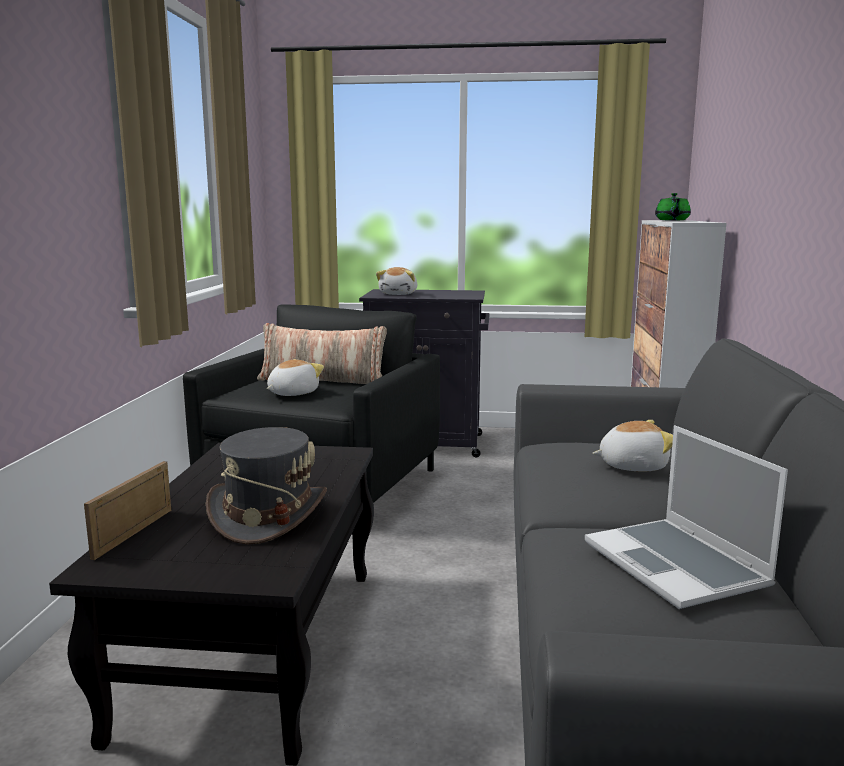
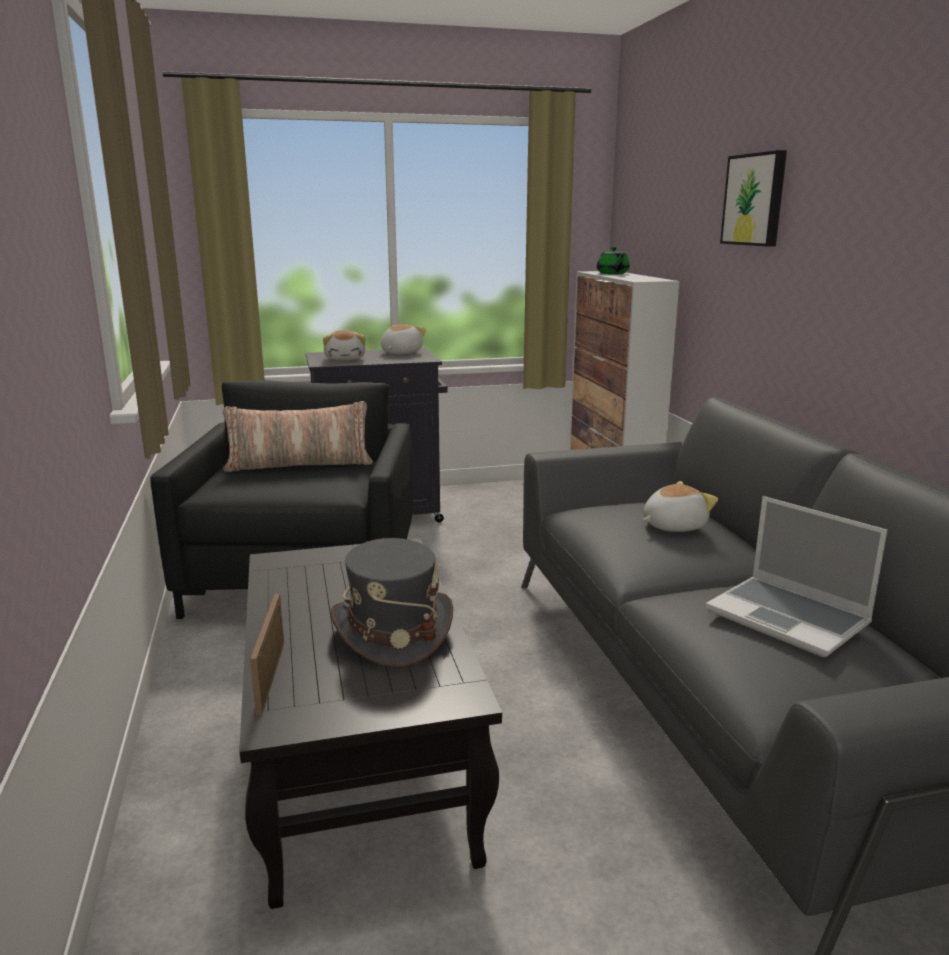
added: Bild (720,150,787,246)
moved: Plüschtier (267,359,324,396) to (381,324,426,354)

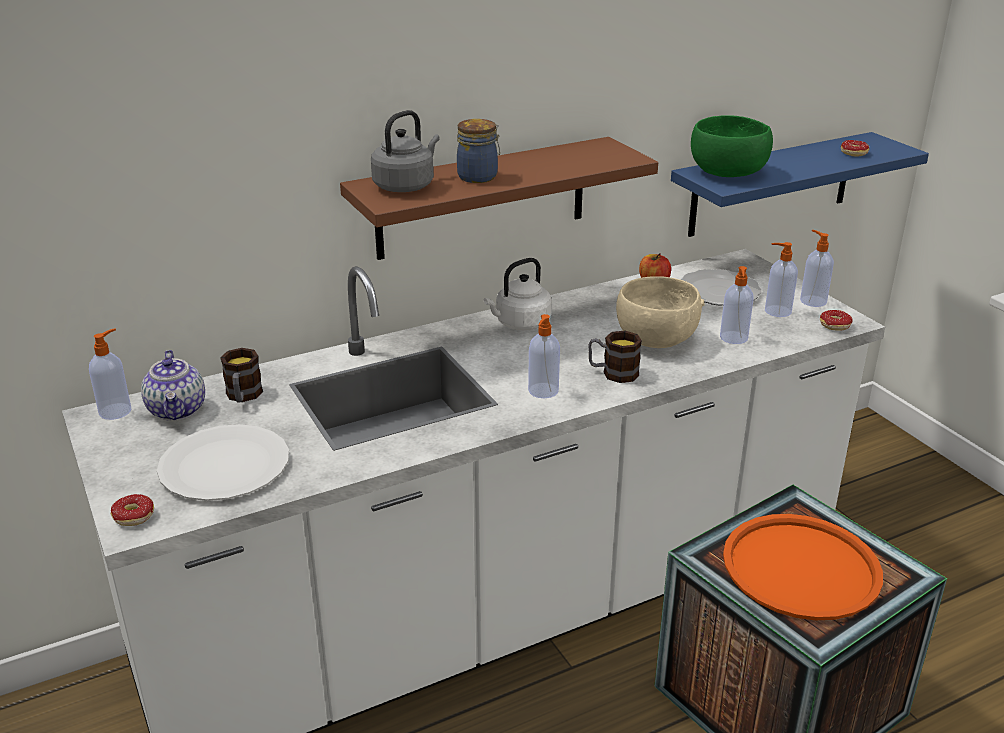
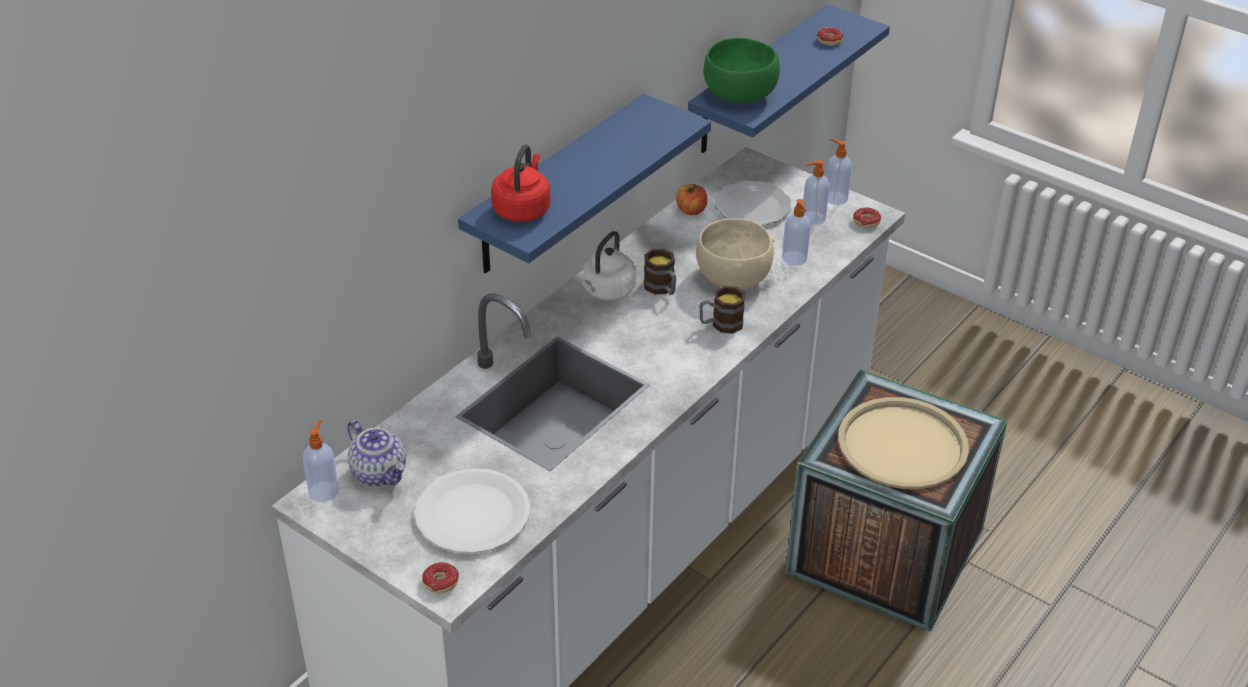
removed: Vorratsglas (457,119,500,183); Seifenspender (528,314,560,398)
moved: Henkelbecher (220,348,263,403) to (644,248,676,295)
recoloured: Wandregal (braun) (340,137,658,260) to Wandregal (blau) (458,94,711,273); Wasserkessel (grau) (371,110,440,192) to Wasserkessel (rot) (491,145,550,222); Tablett (orange) (723,514,883,620) to Tablett (beige) (838,397,969,489)

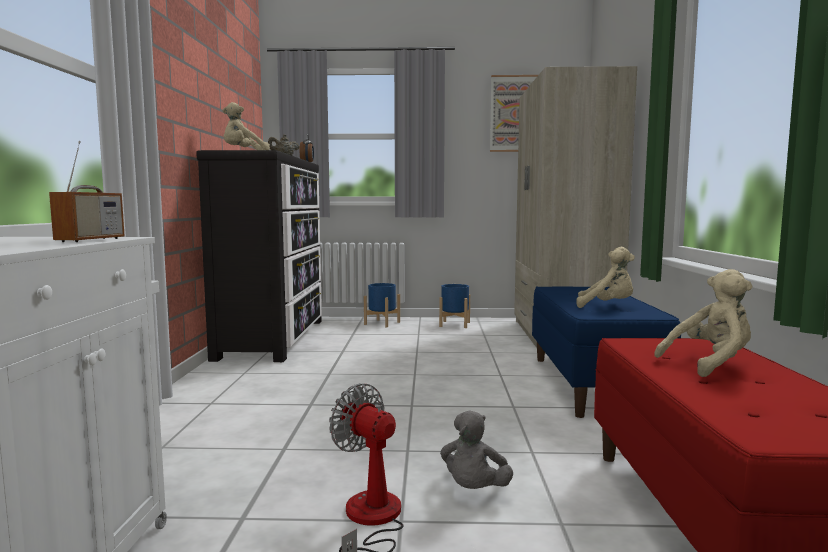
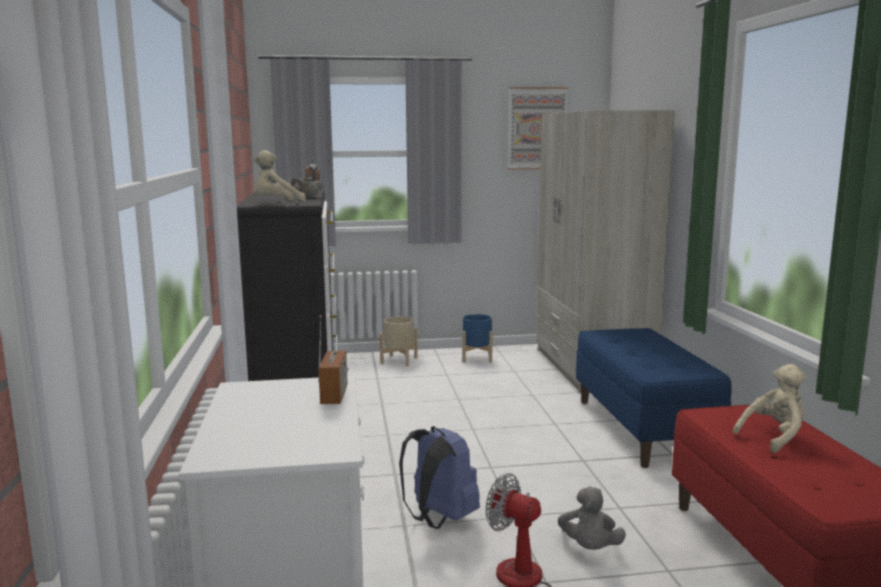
removed: Plüschtier (beige) (576,247,635,308)
added: Rucksack (blau) (399,426,480,529)
recoloured: Pflanzkübel (blau) (364,283,400,327) to Pflanzkübel (beige) (380,316,418,367)

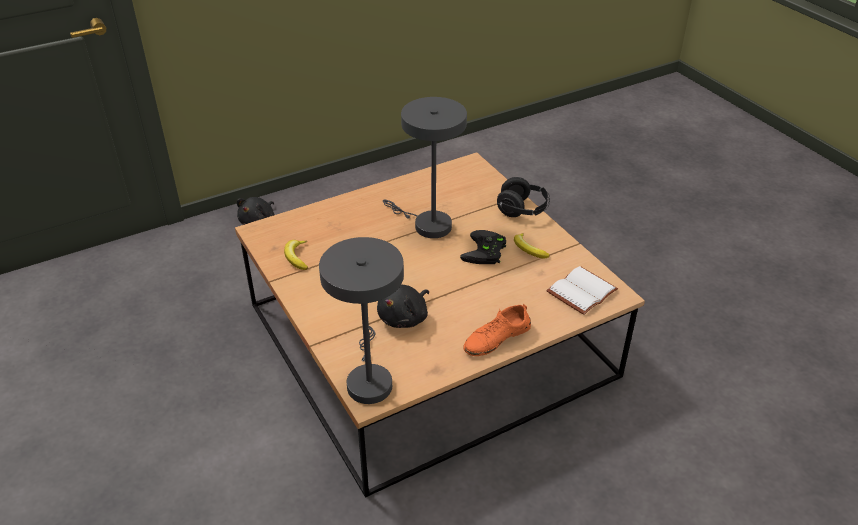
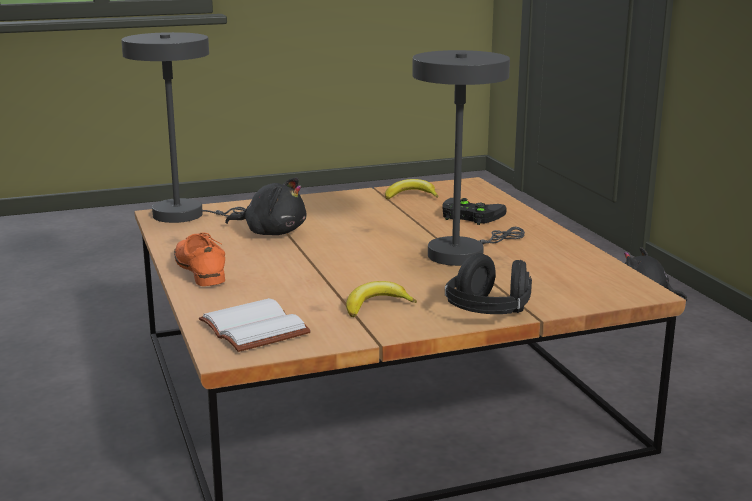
moved: Gamepad (schwarz) (460,230,506,264) to (442,198,507,225)
turned: Plüschtier (schwarz) (377,285,429,328) = (225,177,306,235) 150 degrees clockwise

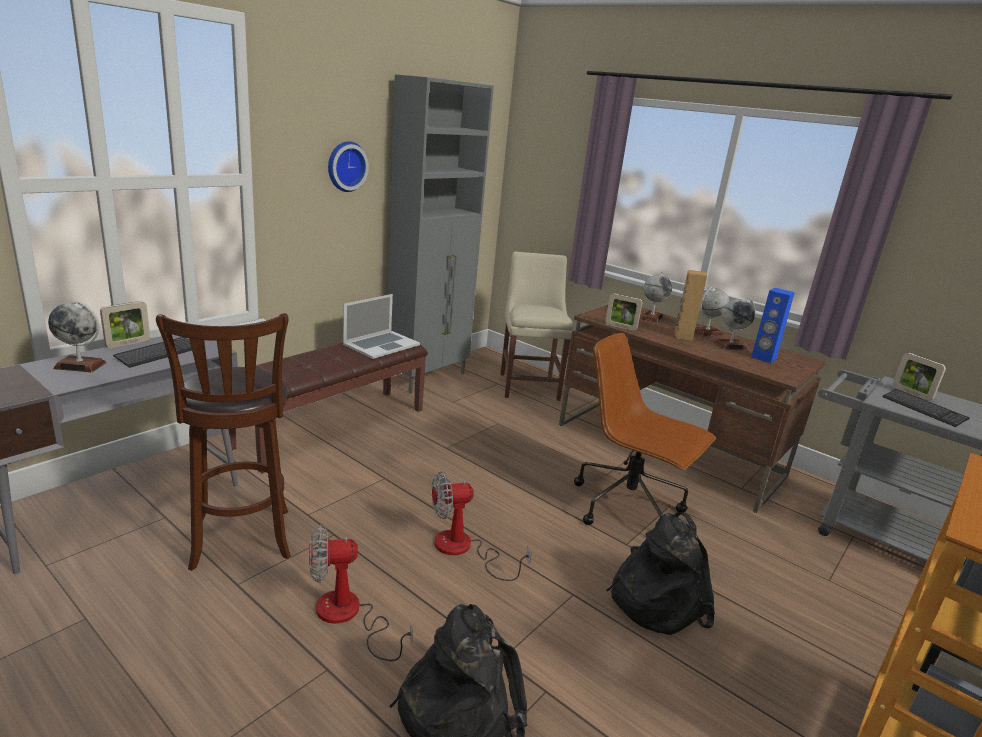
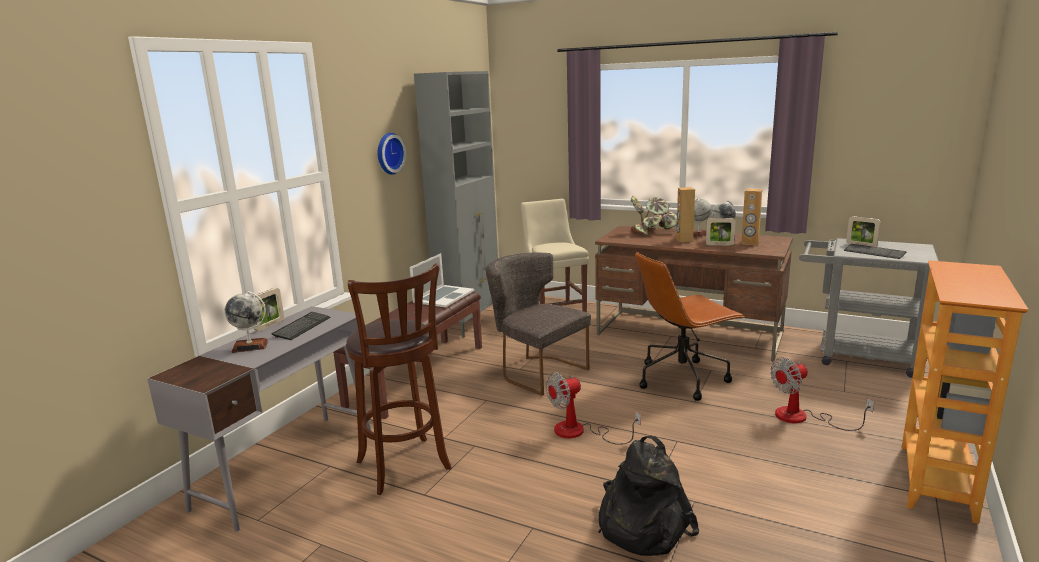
removed: Rucksack (schwarz) (606,512,715,635)
added: Stuhl (grau) (486,253,591,396)
moved: Ventilator (309,525,413,661) to (770,357,874,431); Bilderrahmen (605,293,643,331) to (706,218,735,245)
replaced: Globus (641,272,672,323) to Topfpflanze (631,196,677,235)
recoloured: Lautsprecher (blau) (751,288,795,363) to Lautsprecher (braun) (741,188,762,246)
turned: Bürostuhl (braun) (574,333,716,525) = (635,252,745,401) 45 degrees counterclockwise

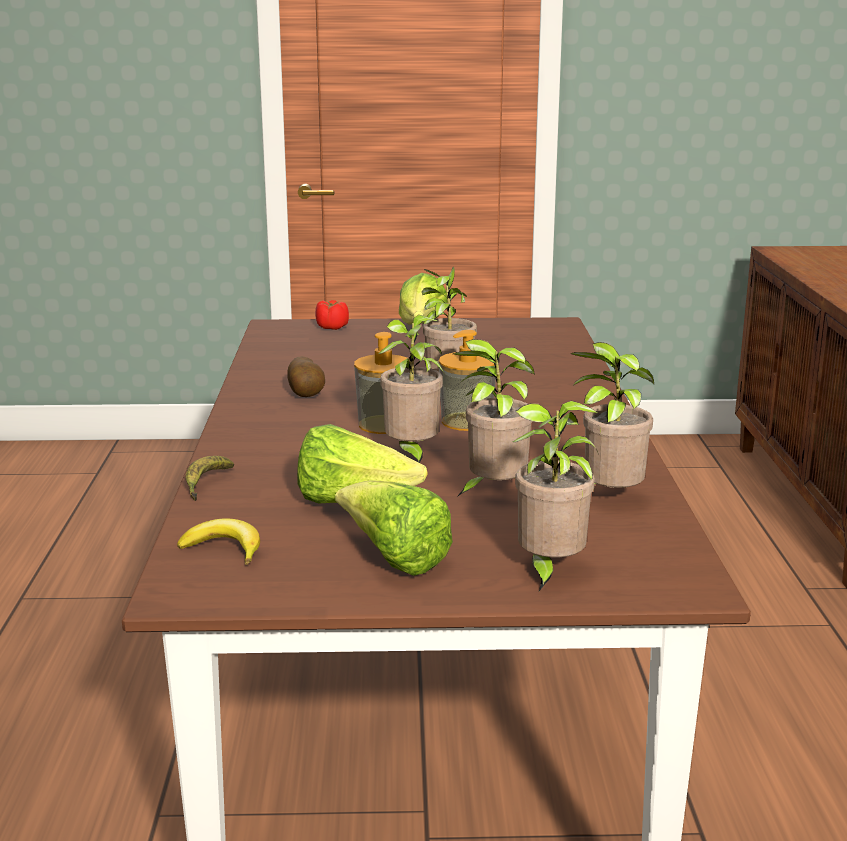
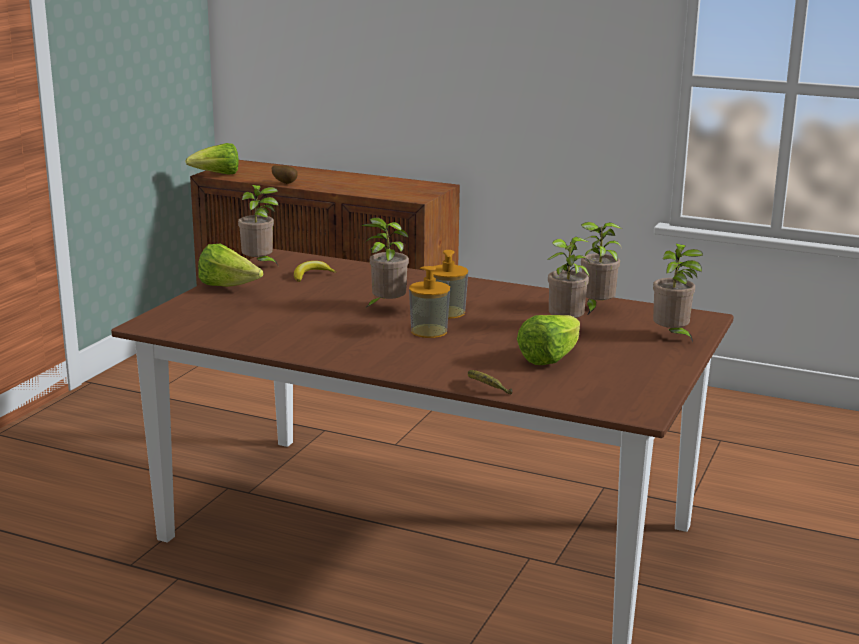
removed: Tomate (315,300,349,330)
moved: Banane (177,519,260,565) to (294,261,336,282); Kartoffel (287,356,325,397) to (272,165,298,184); Salatkopf (335,480,453,576) to (185,143,239,175); Topfpflanze (378,315,445,463) to (238,185,278,265)

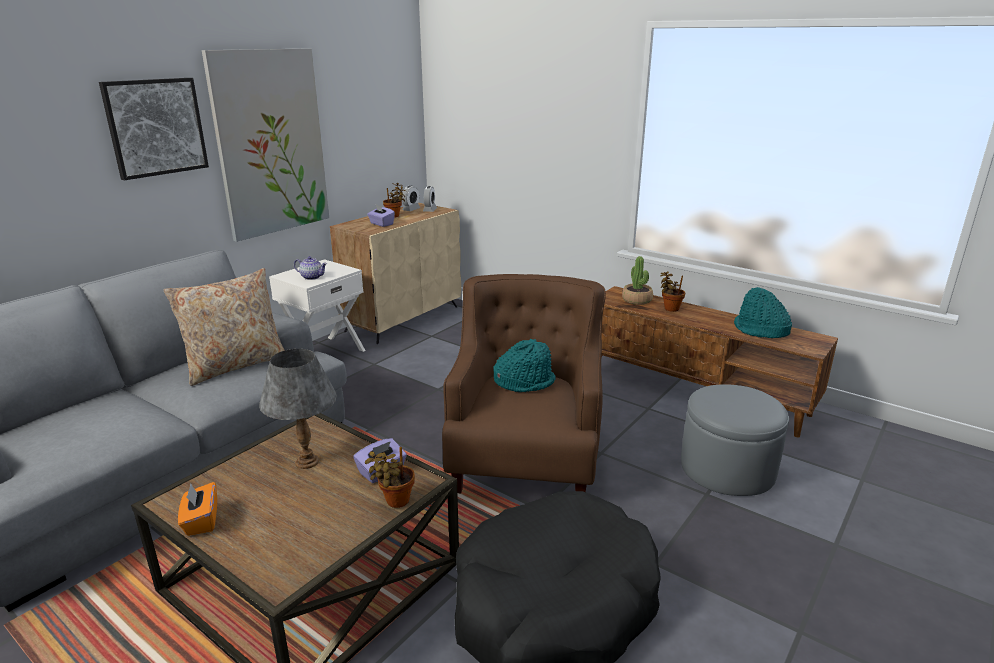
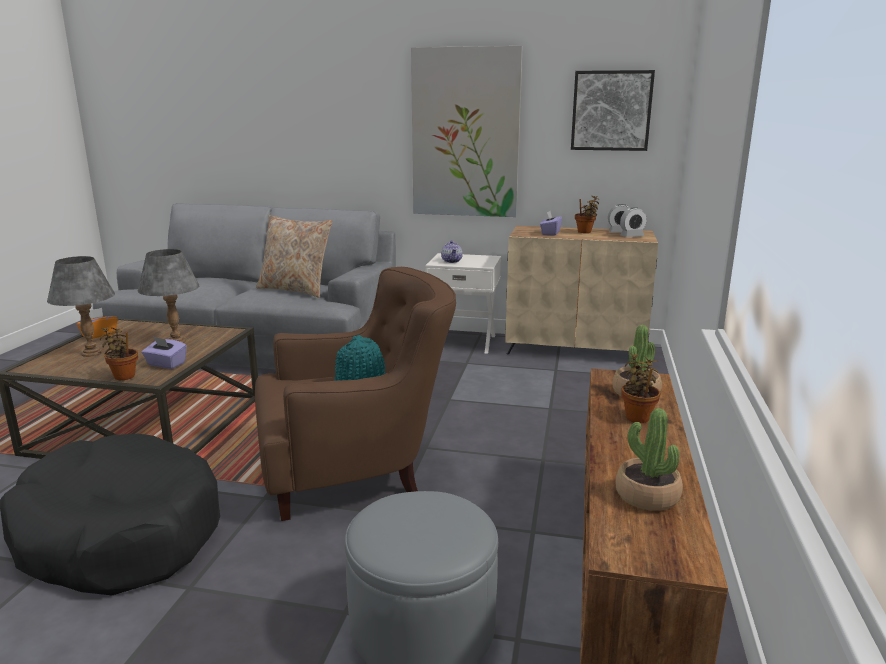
added: Tischlampe (grau) (47,256,115,357)
moved: Bild (99,78,209,180) to (571,70,655,151)
replaced: Hut (türkis) (734,287,792,338) to Topfpflanze (615,408,683,511)

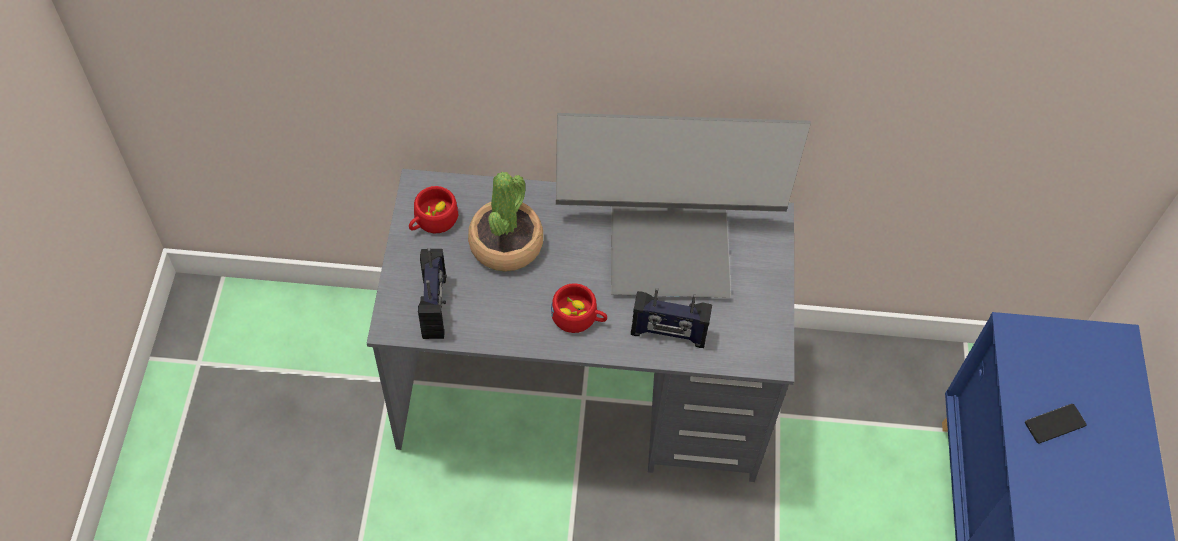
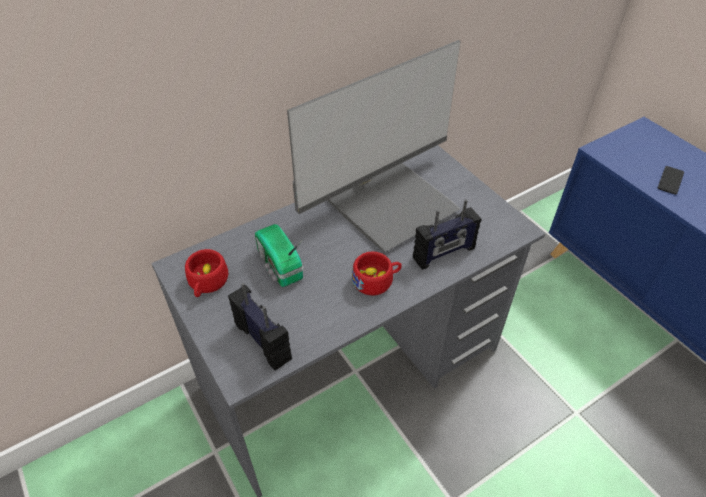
replaced: Topfpflanze (468,172,543,272) to Radio (255,224,303,287)

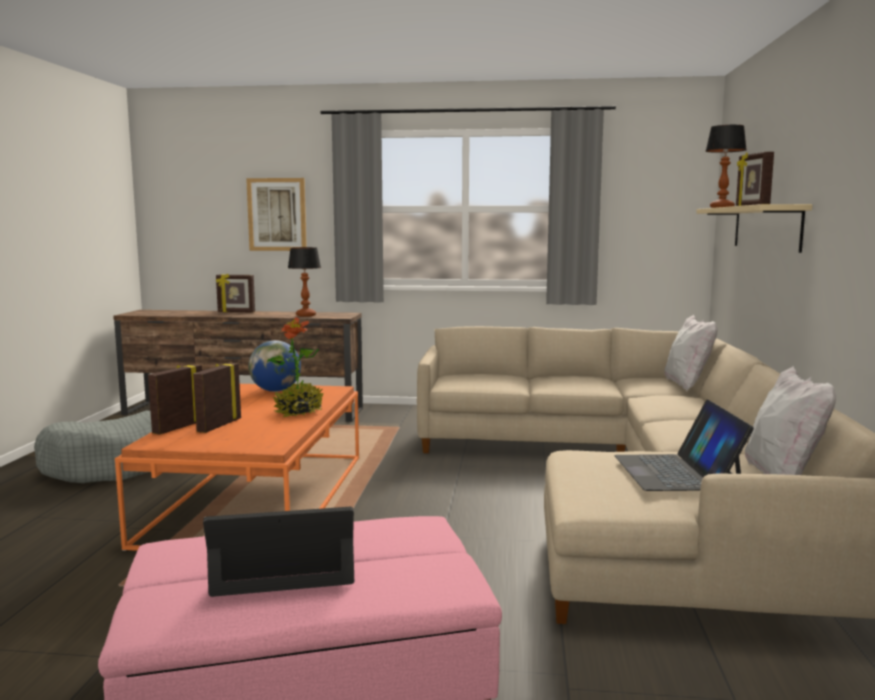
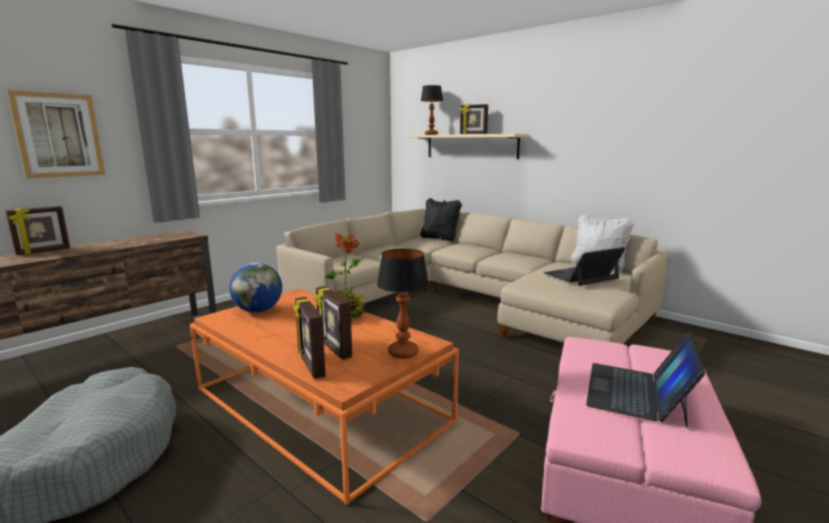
moved: Tischlampe (288,247,321,317) to (377,249,429,359)
recoloured: Kissen (weiß) (664,314,717,391) to Kissen (schwarz) (420,198,462,242)
turned: Laptop (614,399,754,491) = (543,247,625,286) 120 degrees clockwise

